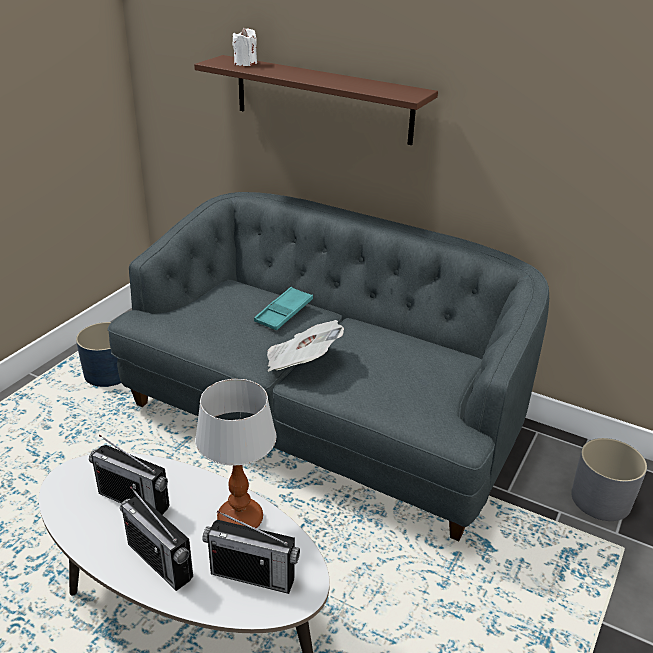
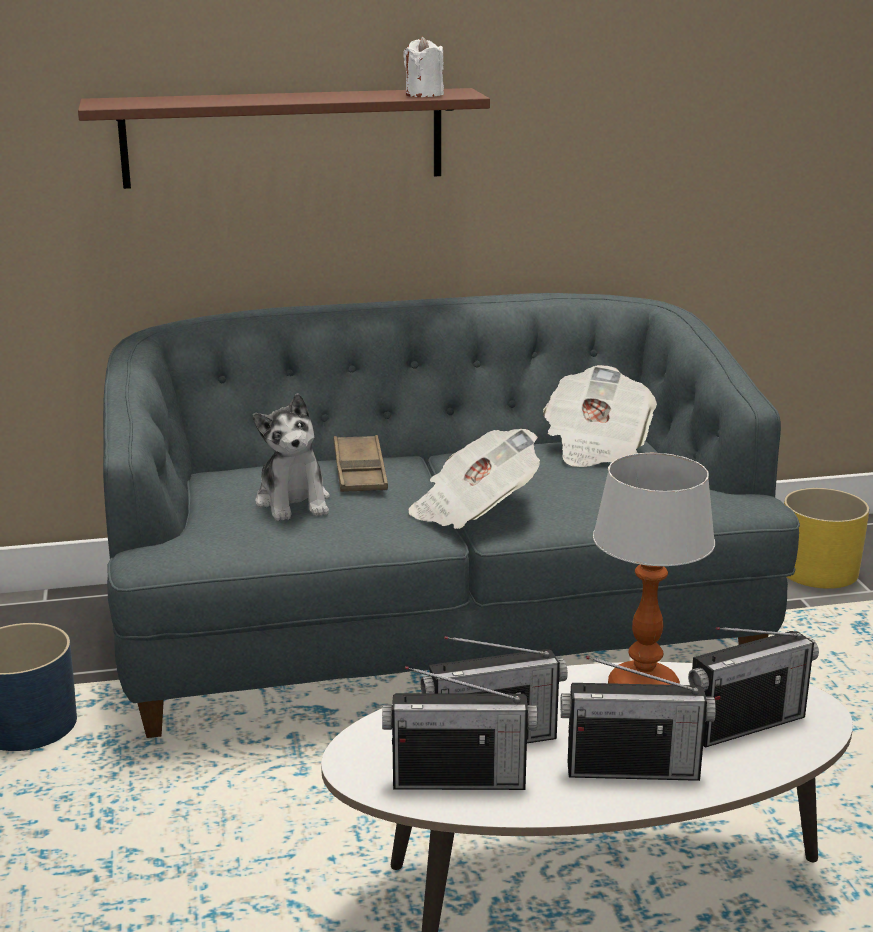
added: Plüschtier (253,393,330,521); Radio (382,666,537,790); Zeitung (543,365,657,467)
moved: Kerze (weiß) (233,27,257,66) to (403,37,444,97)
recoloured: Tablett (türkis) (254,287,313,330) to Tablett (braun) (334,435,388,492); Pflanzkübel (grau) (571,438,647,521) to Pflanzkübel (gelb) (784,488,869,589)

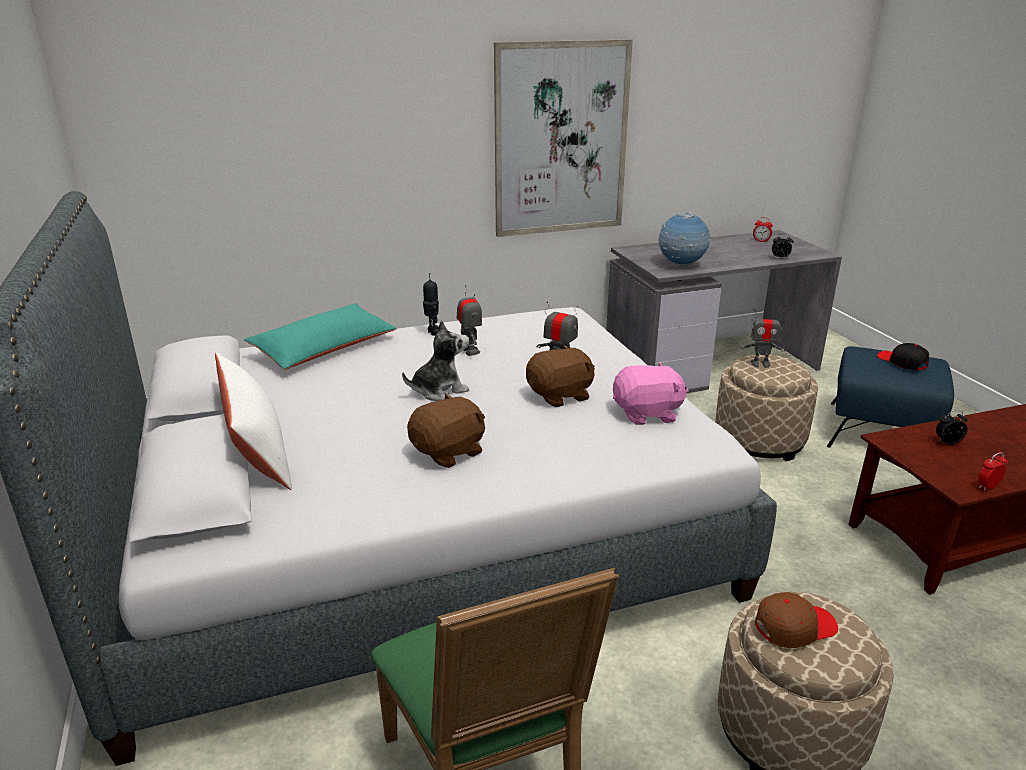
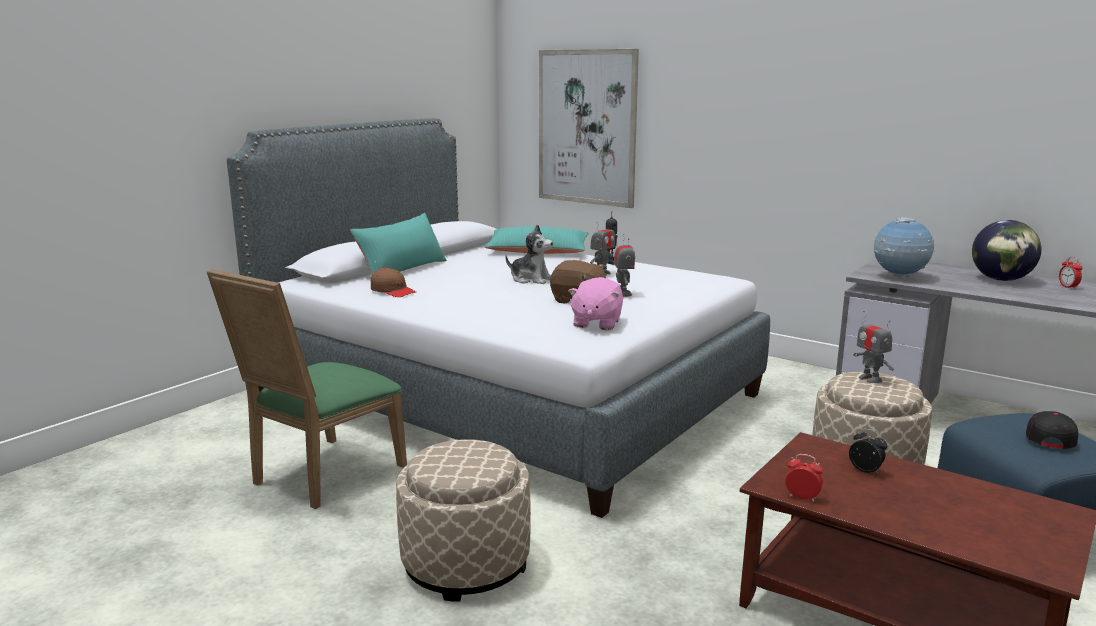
removed: Plüschtier (braun) (407,394,485,468); Wecker (772,234,794,259)
added: Globus (972,220,1042,281)
moved: Bild (494,39,633,237) to (539,49,639,208); Kappe (braun) (755,592,838,648) to (371,267,416,297)
recoloured: Kissen (weiß) (215,352,292,490) to Kissen (türkis) (350,213,447,275)
turned: Plüschtier (rosa) (613,361,689,425) = (568,277,623,330) 60 degrees clockwise

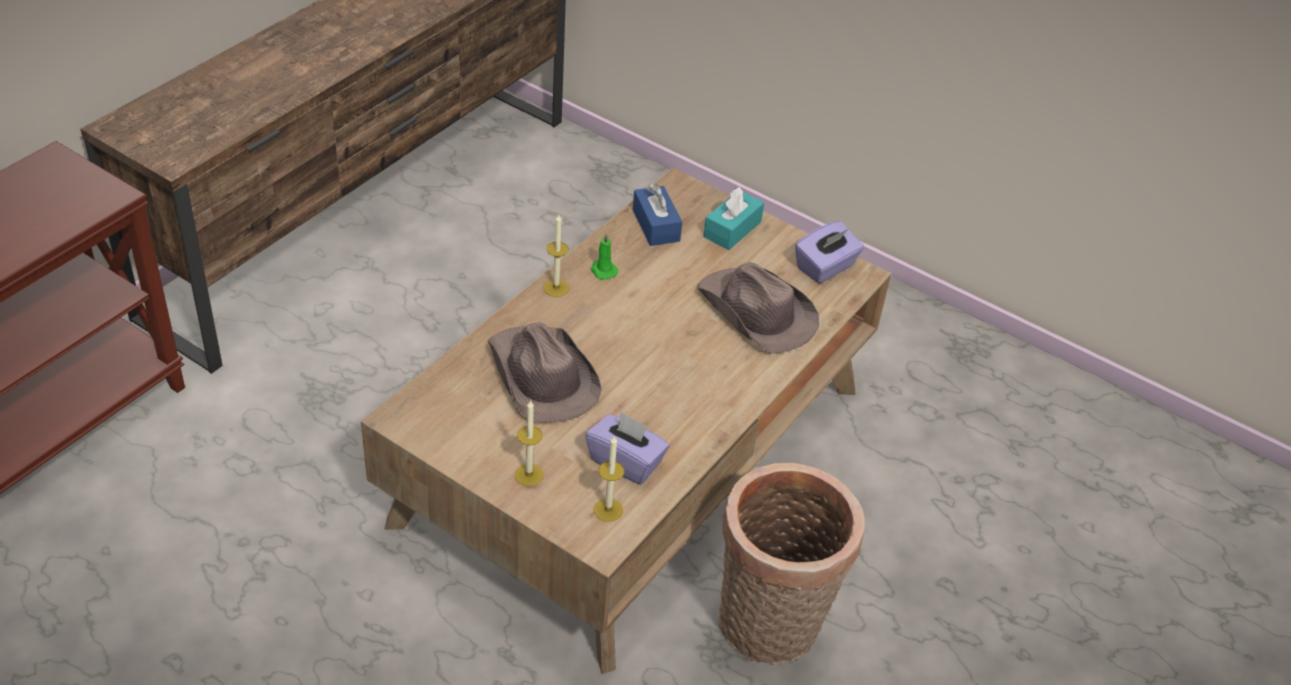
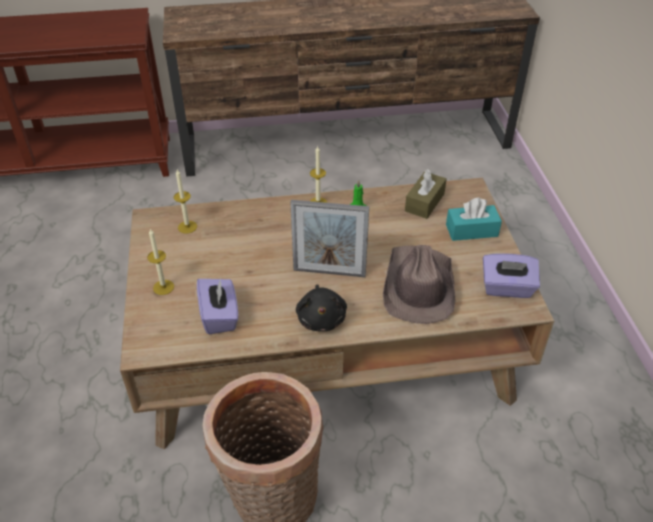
removed: Hut (braun) (488,322,602,423)
added: Bilderrahmen (290,200,369,277); Plüschtier (schwarz) (296,284,347,332)
moved: Kerze (594,436,624,522) to (174,170,197,234)
recoloured: Taschentuchbox (blau) (633,184,682,246) to Taschentuchbox (braun) (405,169,447,219)

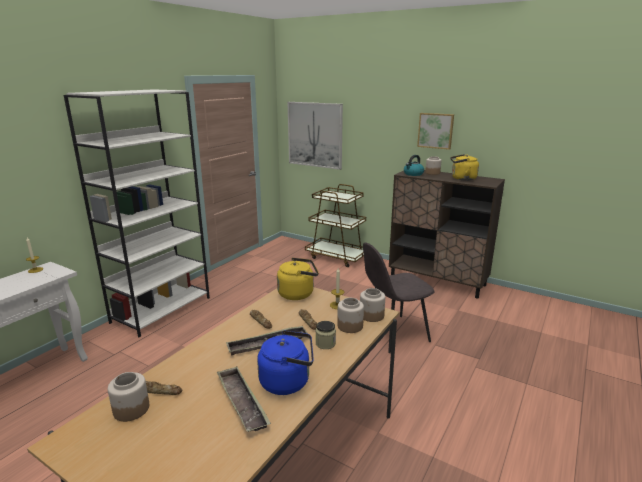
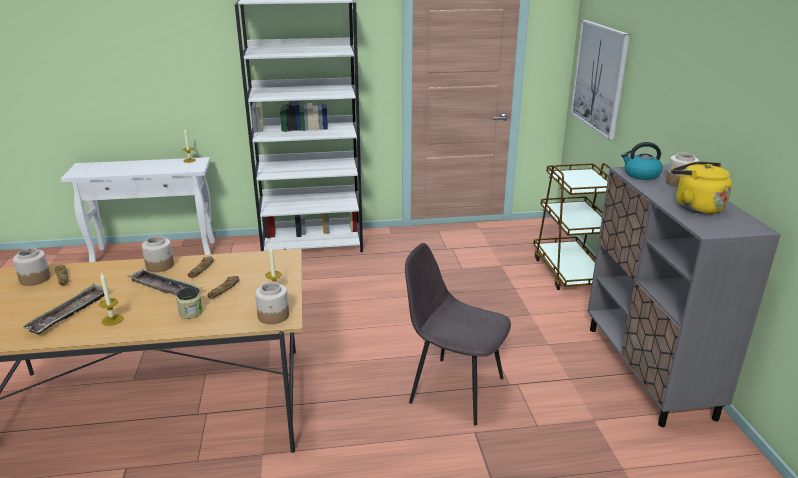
removed: Wasserkessel (gelb) (277,258,319,300); Bild (417,113,454,150)
moved: Vorratsglas (337,298,364,333) to (142,236,174,272)
replaced: Wasserkessel (blau) (257,330,314,395) to Kerze (99,272,124,326)
recoloured: Schrank (braun) (389,170,505,299) to Schrank (grau) (588,164,781,427)

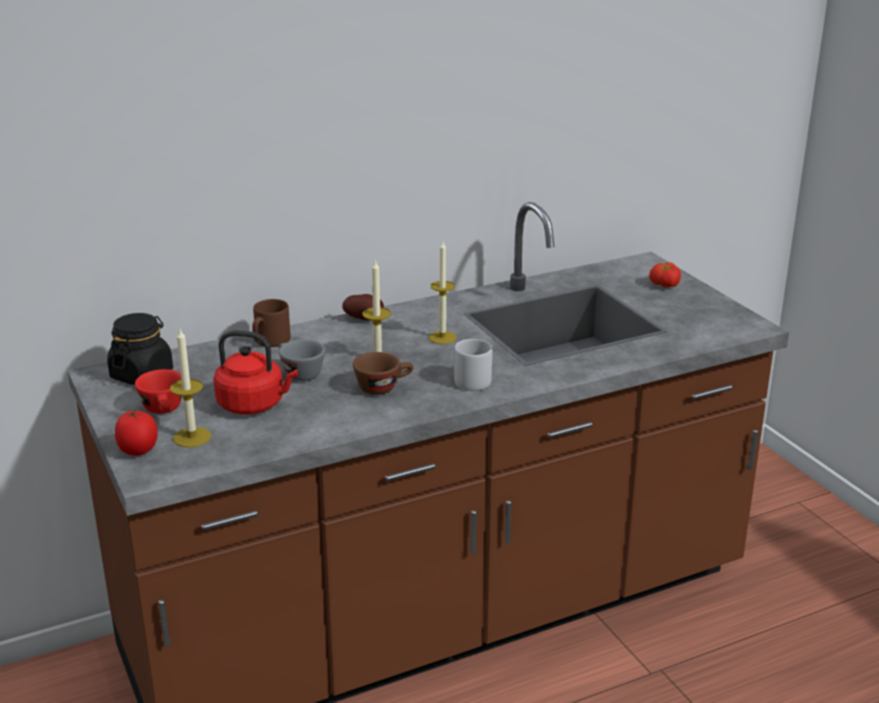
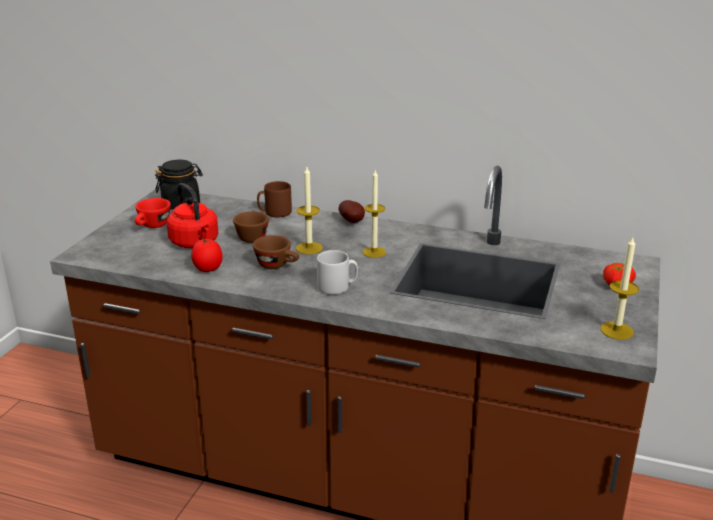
moved: Tomate (115,410,158,456) to (191,239,223,272); Kerze (170,329,211,448) to (600,237,639,340)
recoloured: Tasse (grau) (279,339,325,381) to Tasse (braun) (233,211,269,243)

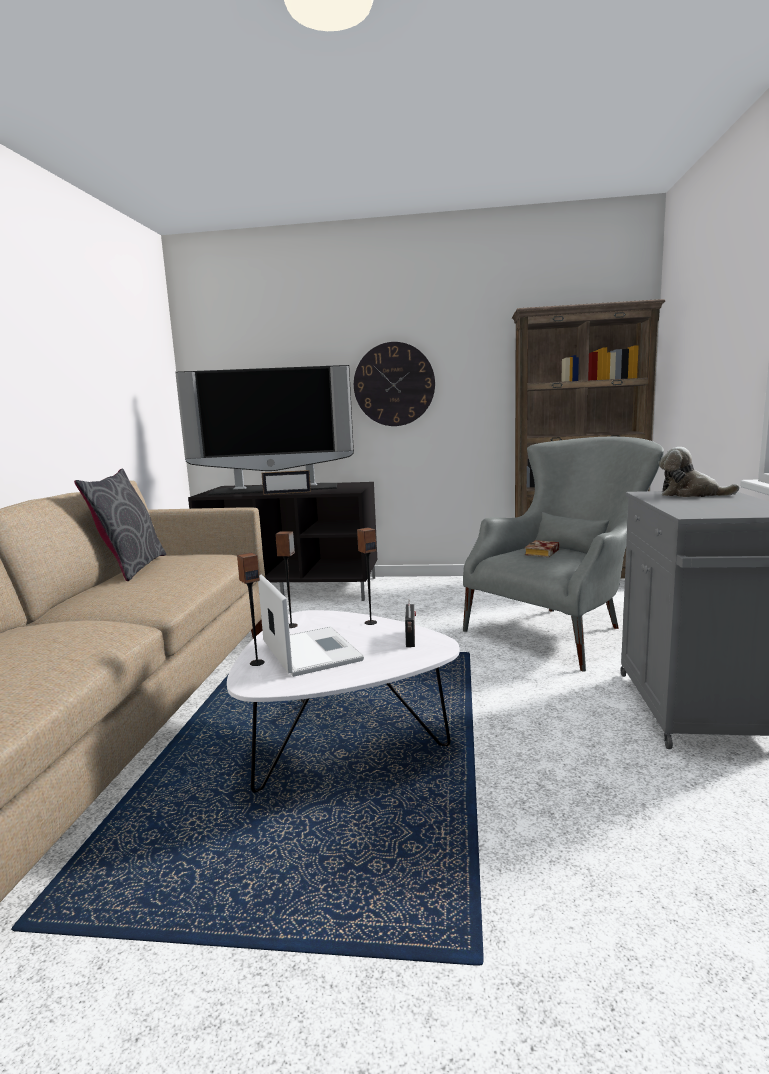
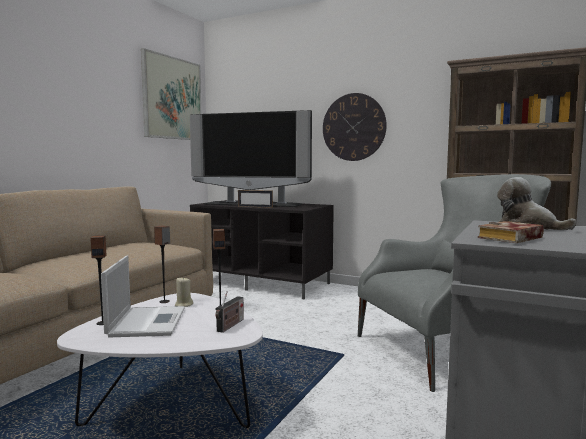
removed: Kissen (grau) (74,469,166,581)
added: Bild (141,48,201,140); Kerze (beige) (175,277,193,307)
moved: Buch (525,540,560,557) to (478,221,544,243)

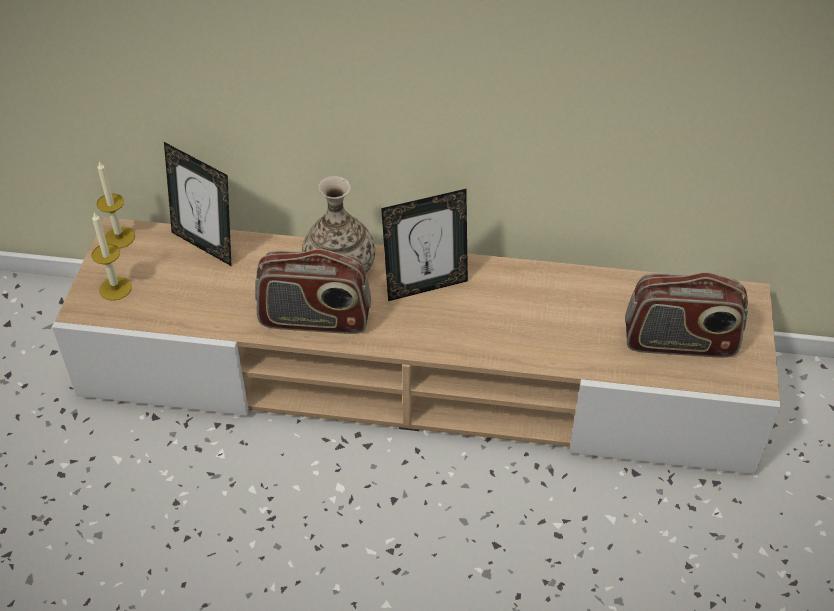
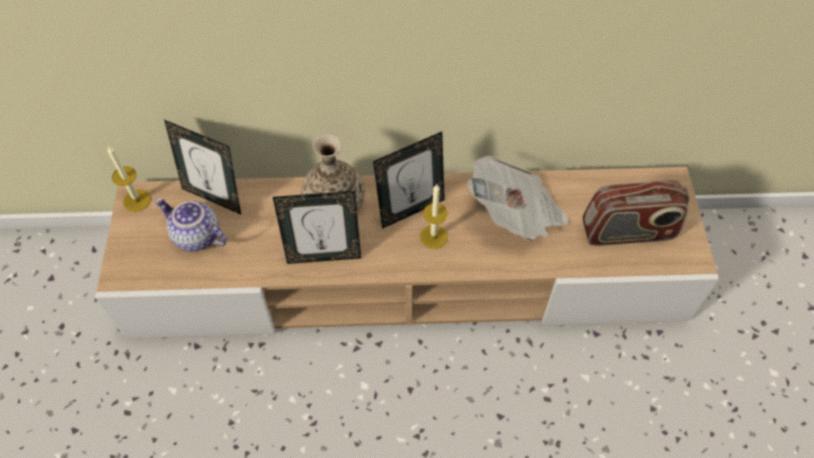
added: Teekanne (155,198,227,252); Zeitung (466,156,569,241)
moved: Kerze (92,213,132,301) to (420,184,448,249)
replaced: Radio (255,249,371,334) to Bilderrahmen (273,191,361,264)

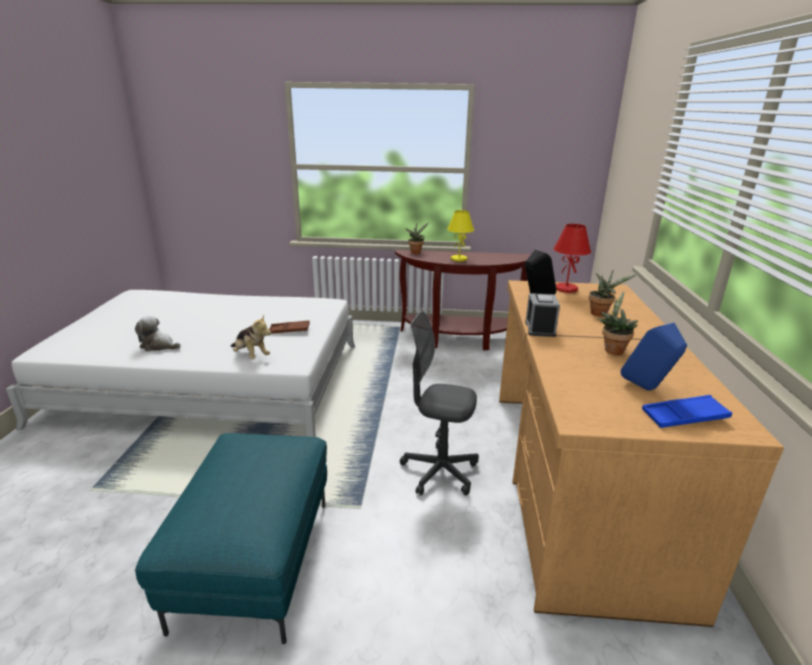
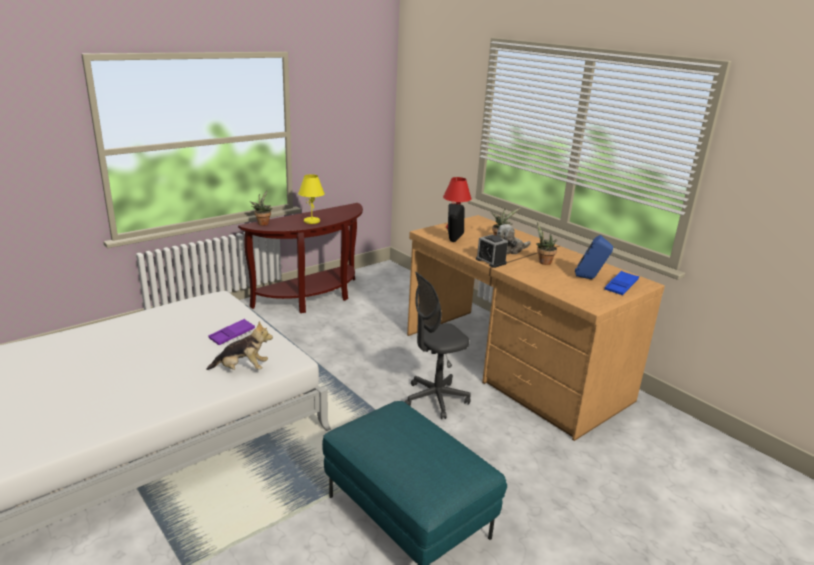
moved: Plüschtier (135,316,181,351) to (497,224,531,254)
recoloured: Tablett (braun) (269,320,310,334) to Tablett (lila) (208,319,255,345)

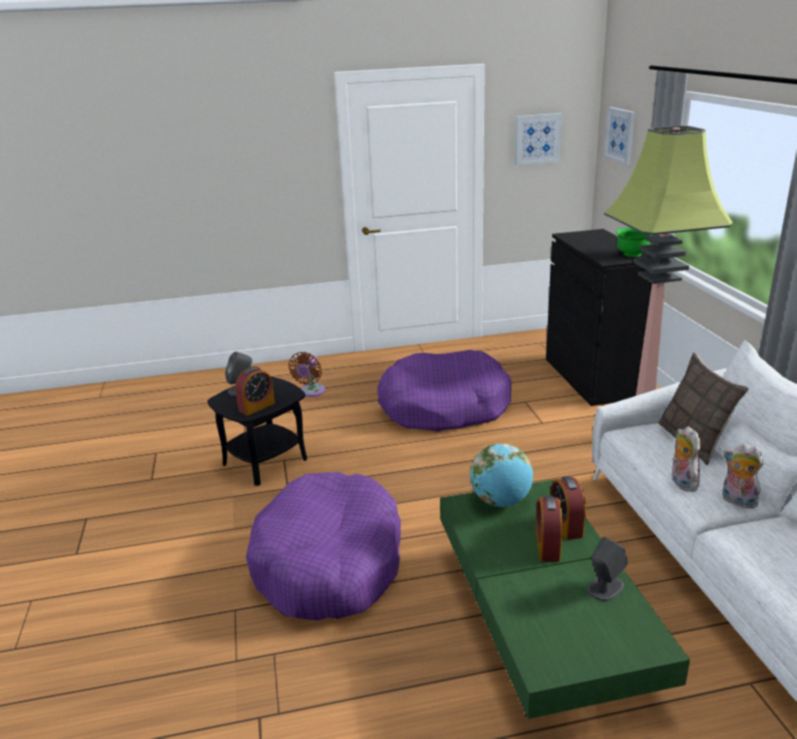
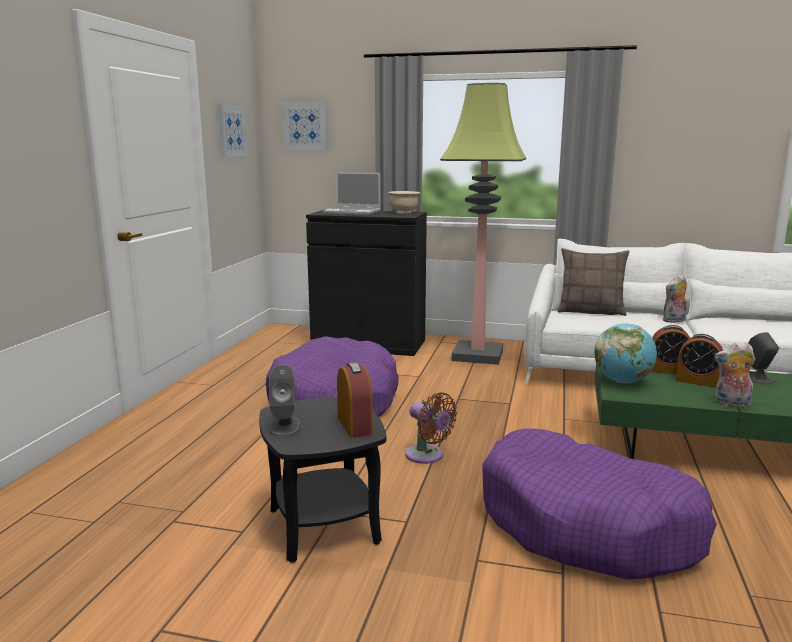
added: Laptop (323,172,381,215)
moved: Ventilator (braun) (288,352,325,397) to (405,392,457,464); Plüschtier (672,426,700,492) to (714,342,755,408)
recoloured: Schüssel (grün) (616,228,652,257) to Schüssel (beige) (388,191,420,214)

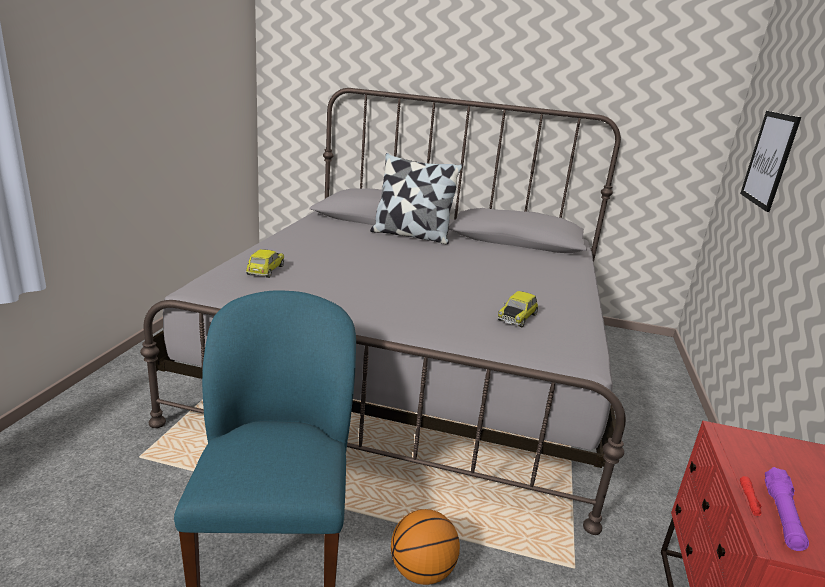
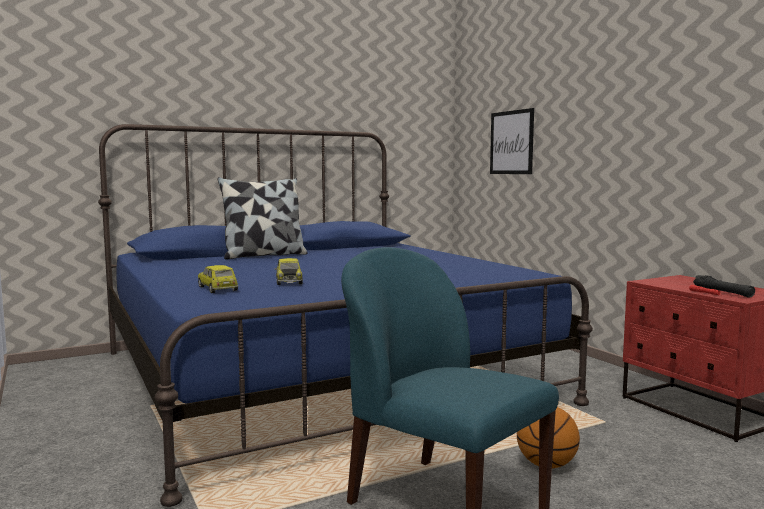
moved: Spielzeugauto (498,291,538,327) to (275,258,303,285)
recoloured: Bett (grau) (140,88,626,535) to Bett (blau) (98,124,593,507); Taschenlampe (lila) (765,467,809,551) to Taschenlampe (schwarz) (693,275,755,297)

